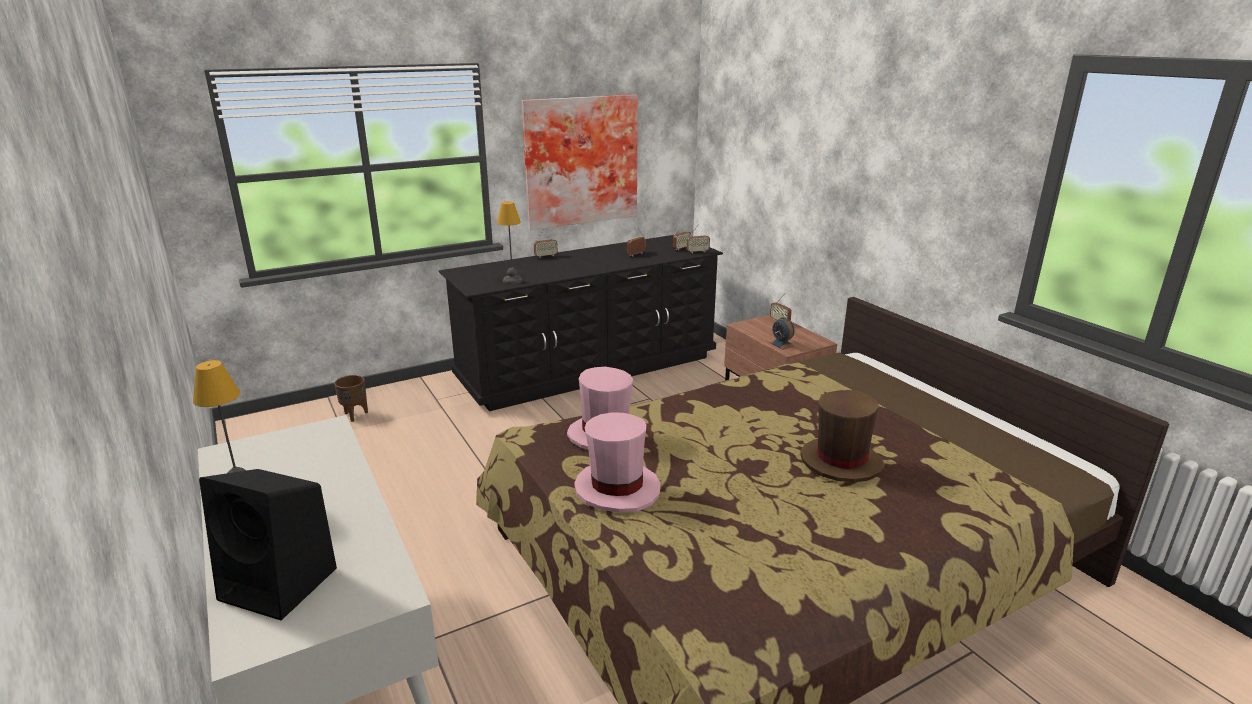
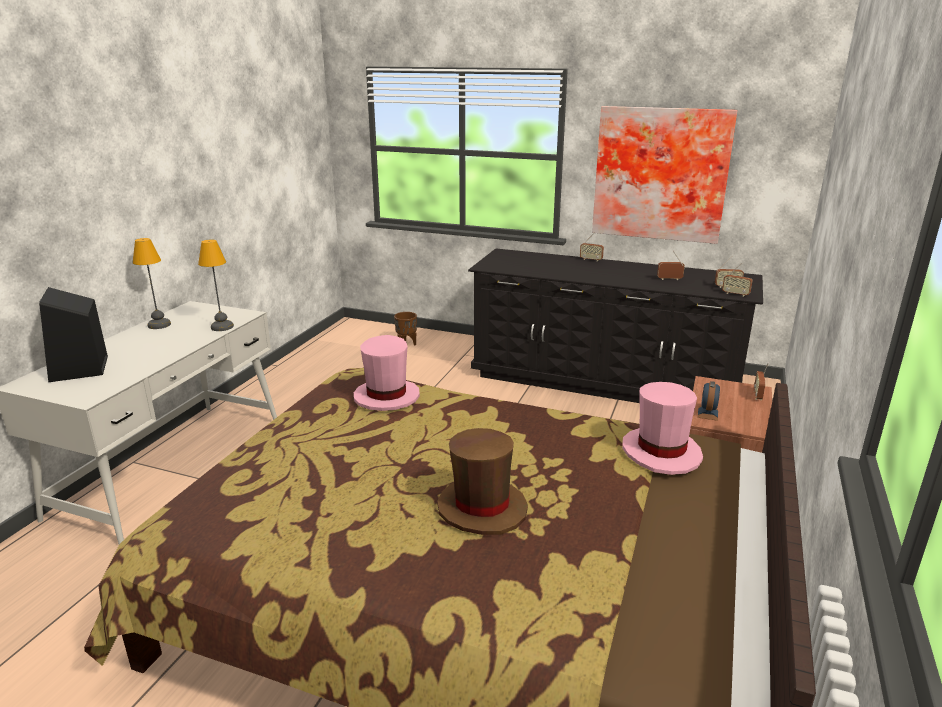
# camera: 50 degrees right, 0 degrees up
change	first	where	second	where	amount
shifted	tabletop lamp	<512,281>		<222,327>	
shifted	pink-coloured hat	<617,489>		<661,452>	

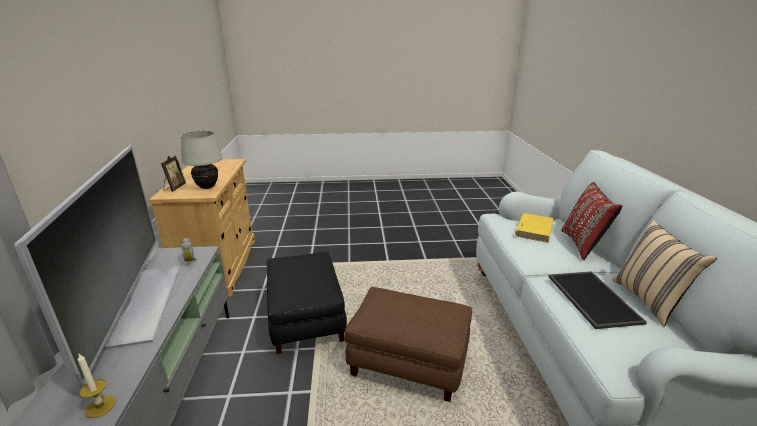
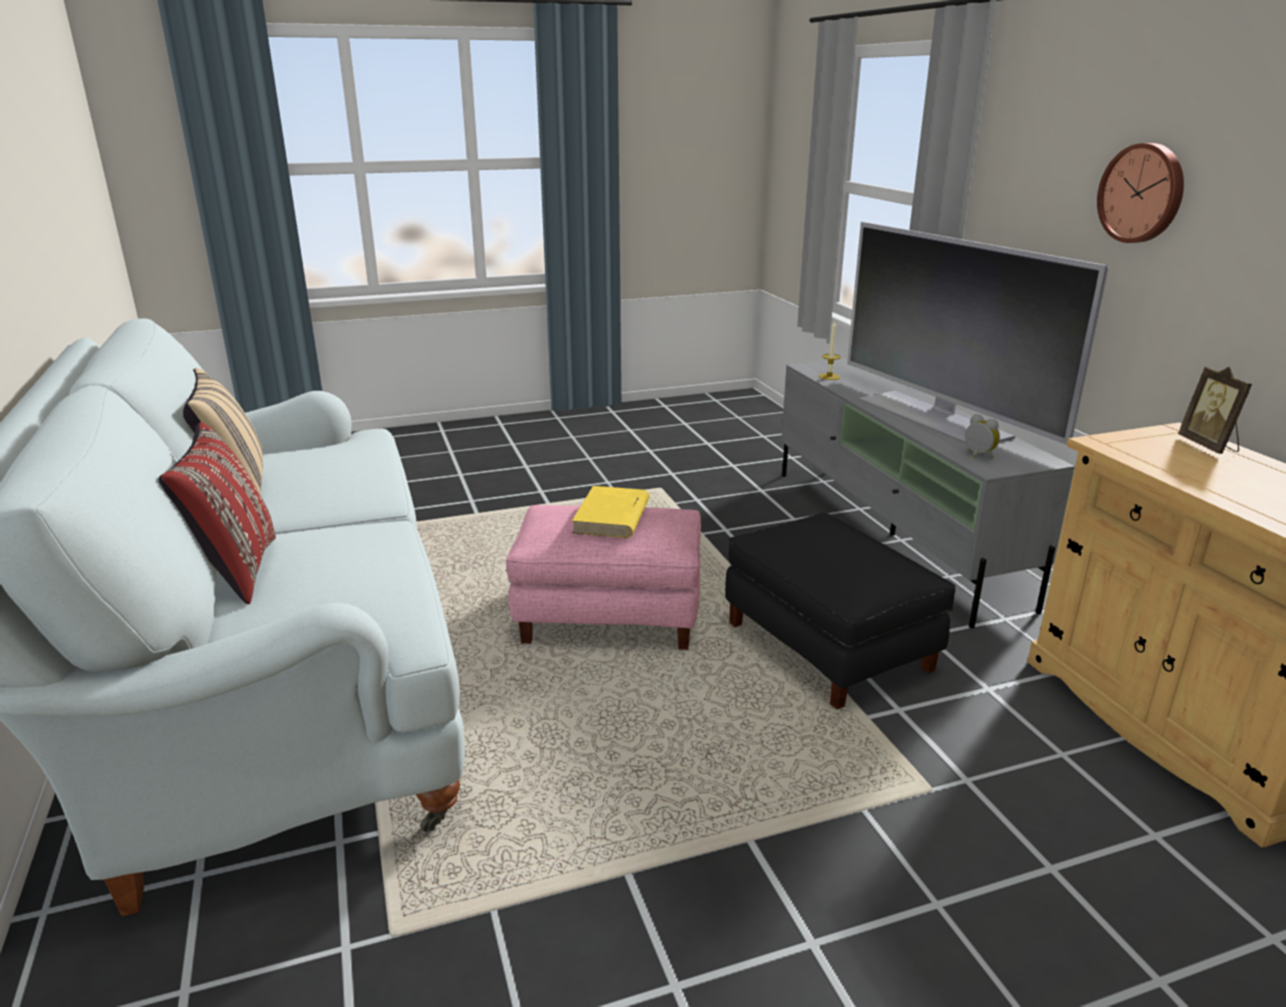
# camera: 165 degrees right, 0 degrees up
change	first	where	second	where	amount
gone	whitish tabletop lamp	<207,187>			
gone	carrying tray	<590,298>			
new			wall clock	<1143,193>	
shifted	yellow-coloured bound book	<534,229>		<612,517>	
repainted	brownish ottoman	<407,362>	pink-coloured ottoman	<611,614>	

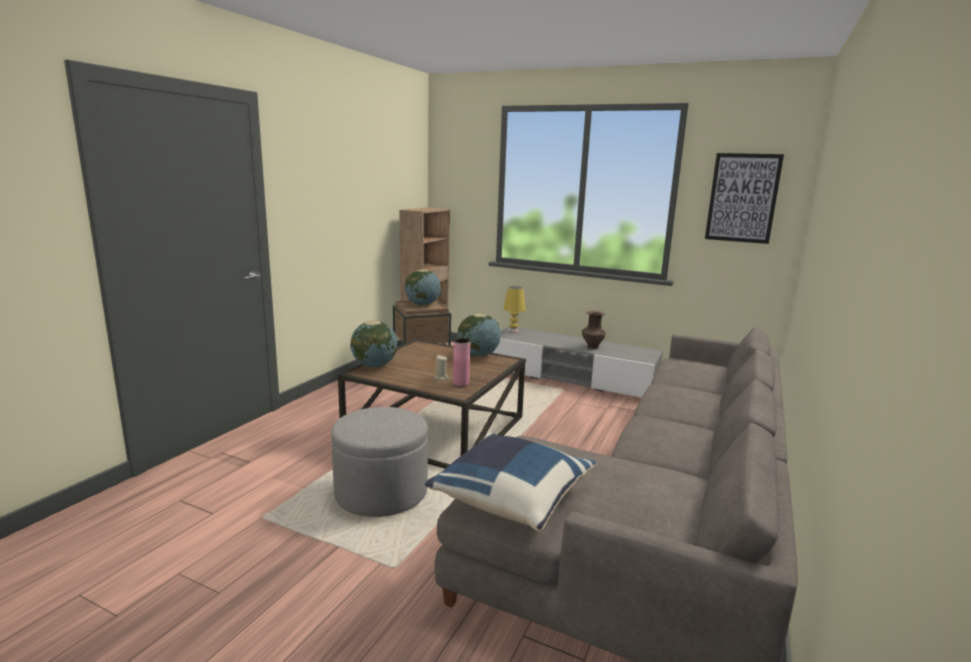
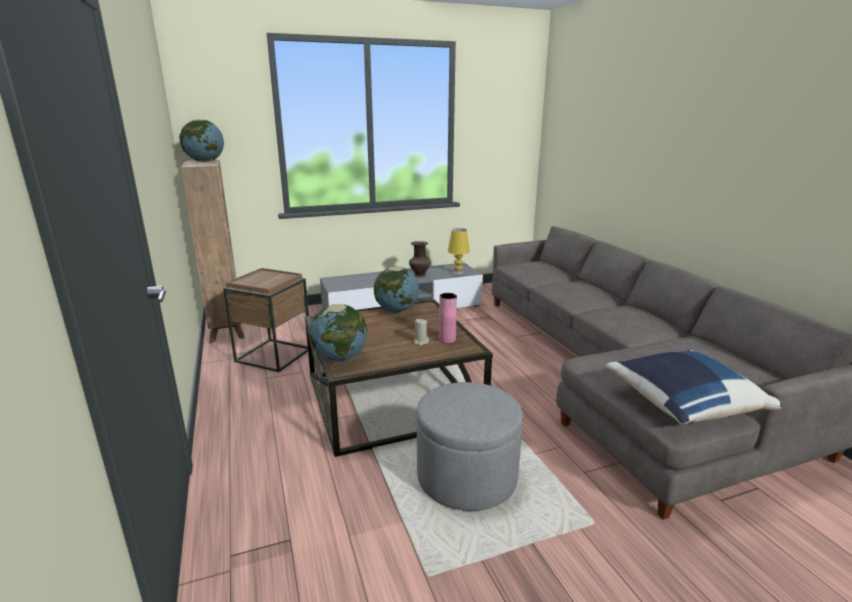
# camera: 45 degrees left, 5 degrees up
change	first	where	second	where	amount
gone	wall picture	<742,198>			
shifted	globe	<422,305>		<205,161>	
shifted	yellow-coloured tabletop lamp	<513,330>		<457,272>	

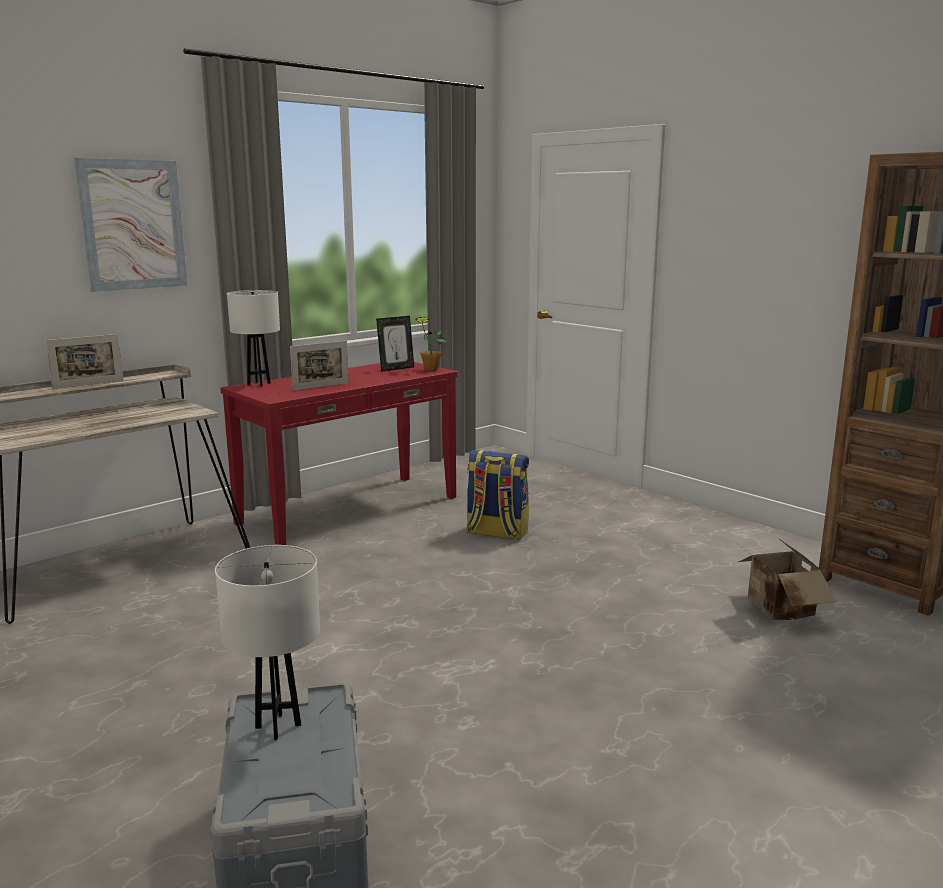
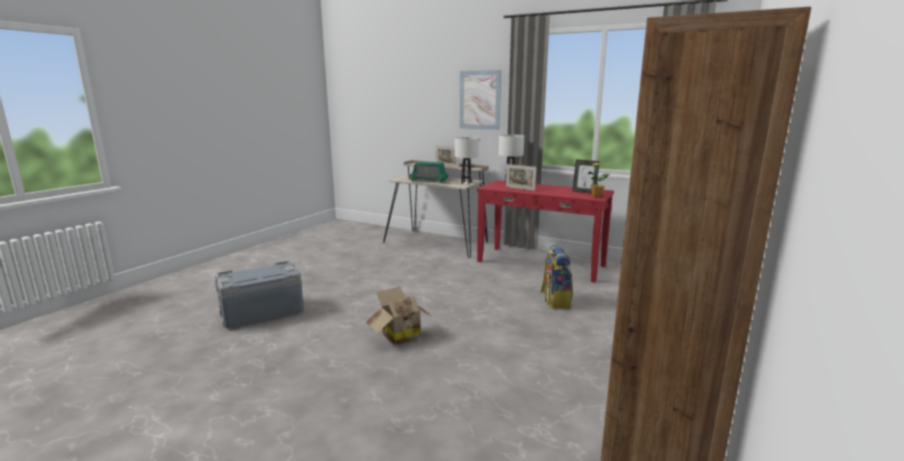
# camera: 70 degrees right, 0 degrees up
change	first	where	second	where	amount
new			radio	<428,180>	
shifted	whitish tabletop lamp	<278,726>		<466,183>	
shifted	packing box	<776,610>		<399,336>	

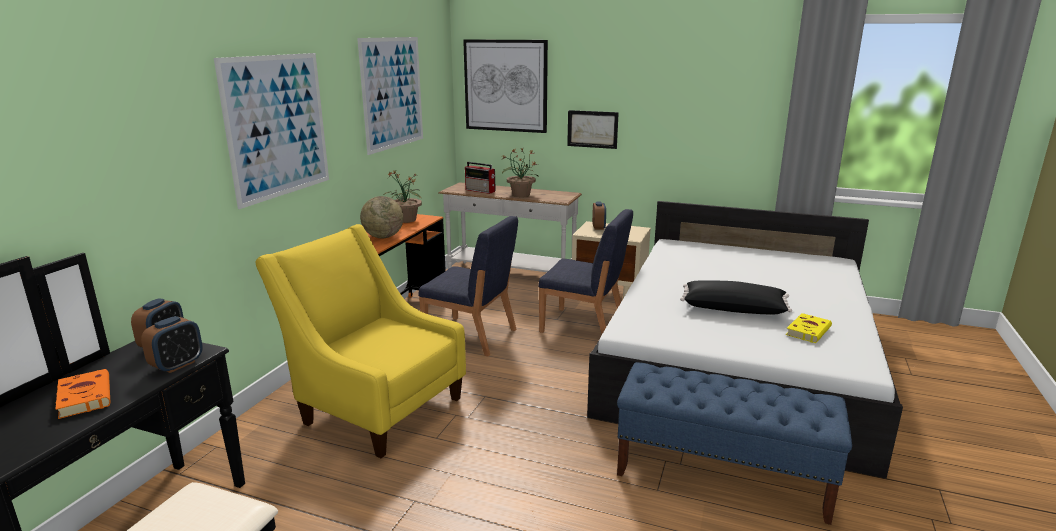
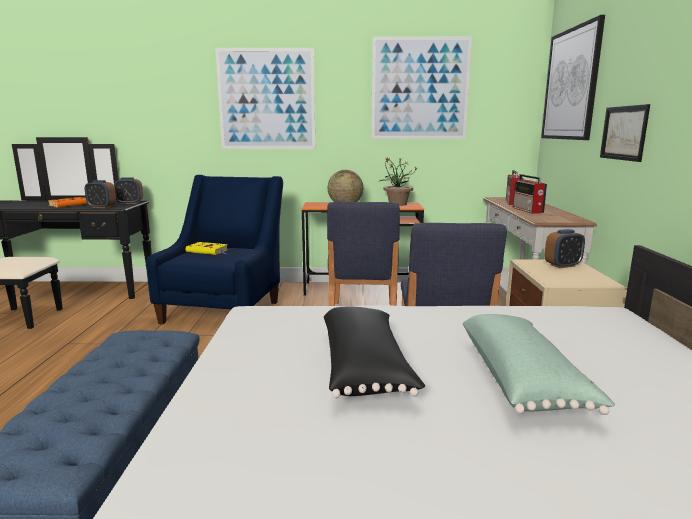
# camera: 70 degrees right, 5 degrees down
change	first	where	second	where	amount
new			green throw pillow	<522,380>	
shifted	yellow-coloured bound book	<808,331>		<208,251>	
swapped	potted plant	<520,195>	radio	<527,210>	
repainted	yellow-coloured armchair	<375,407>	blue-coloured armchair	<225,309>	

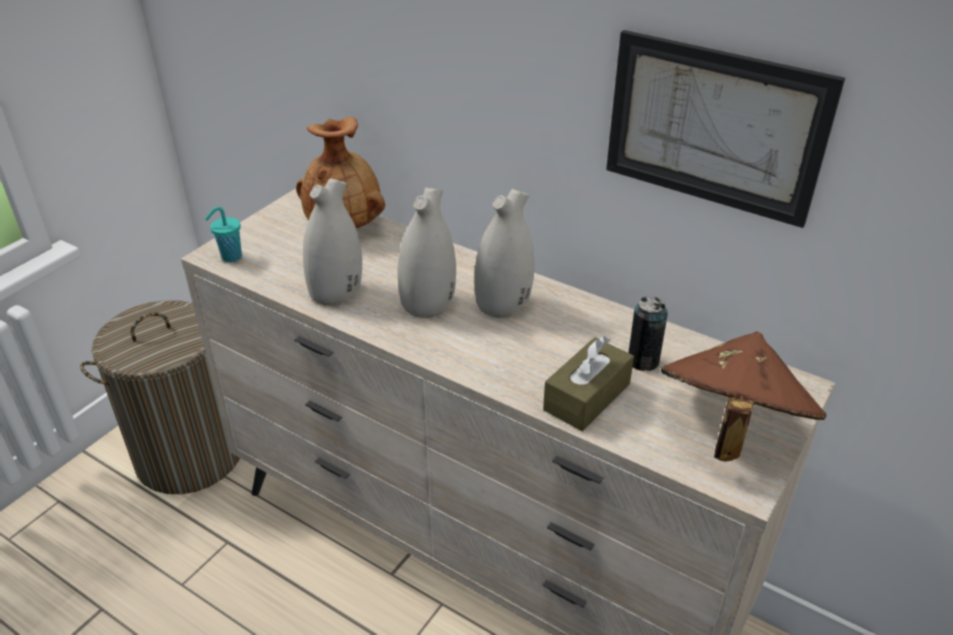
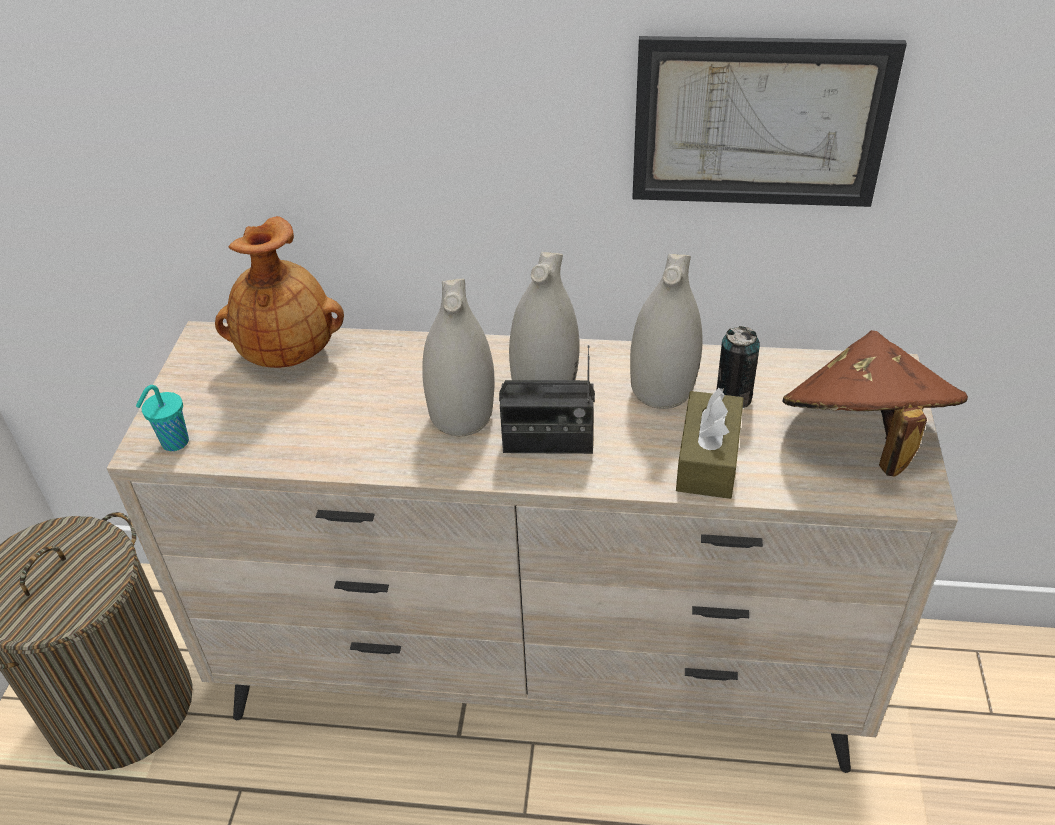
# camera: 25 degrees left, 5 degrees up
change	first	where	second	where	amount
new			radio	<548,442>	
shifted	whitish vase	<336,291>		<663,388>	

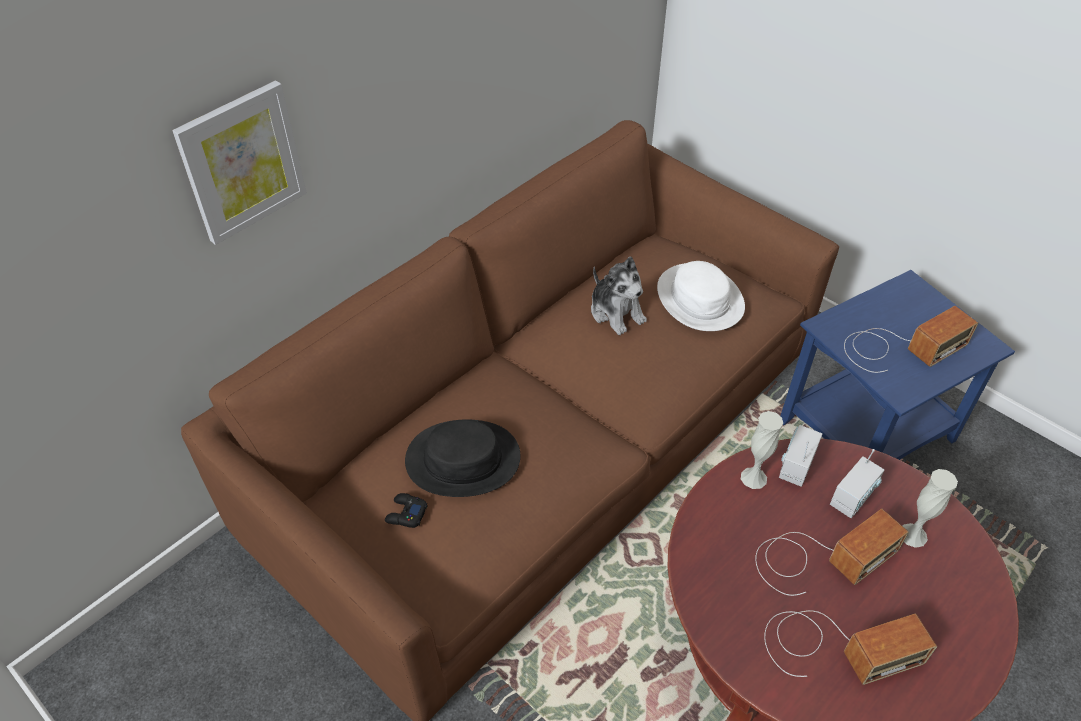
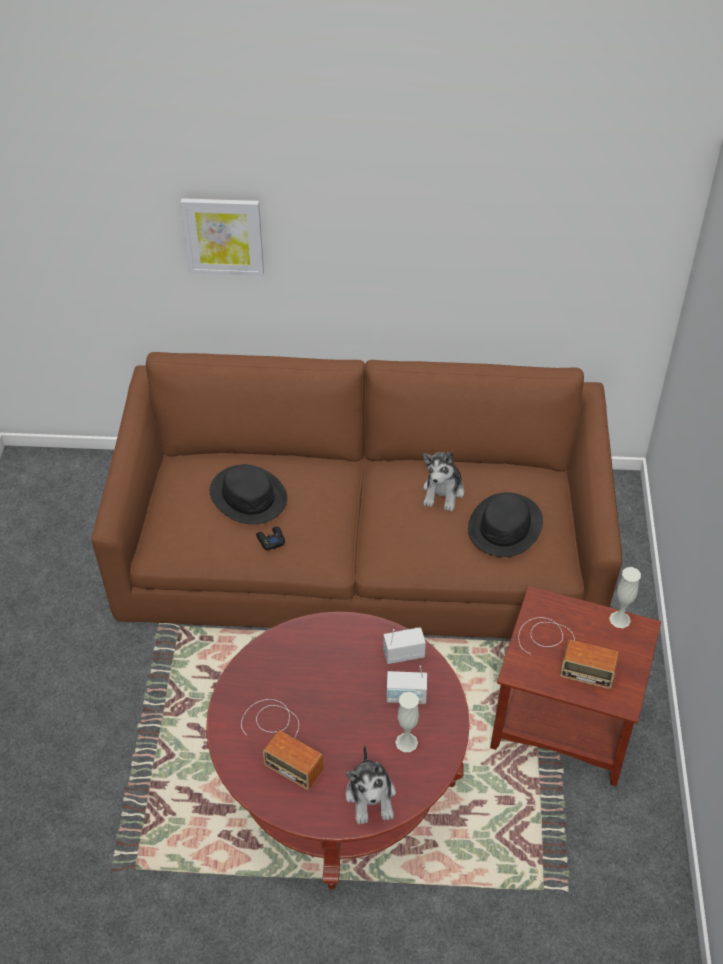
# camera: 50 degrees right, 0 degrees up
change	first	where	second	where	amount
gone	radio	<820,558>			
new			plush toy	<371,796>	
shifted	black game controller	<406,514>		<270,540>	
shifted	whitish vase	<753,478>		<619,619>	
repainted	whitish hat	<700,298>	black hat	<505,526>	
repainted	blue-coloured end table	<864,430>	brownish end table	<565,722>	

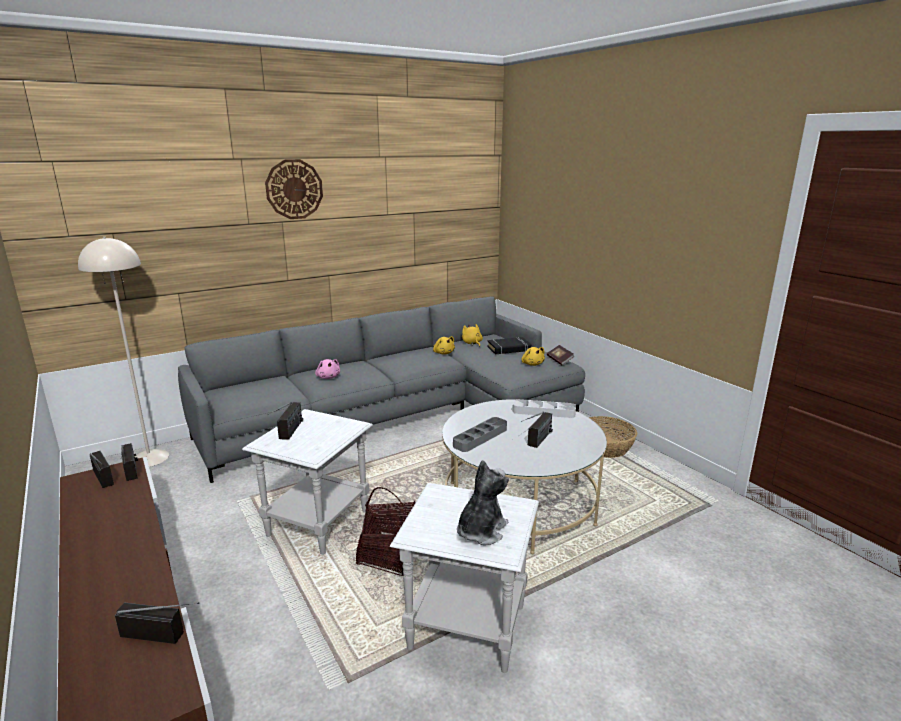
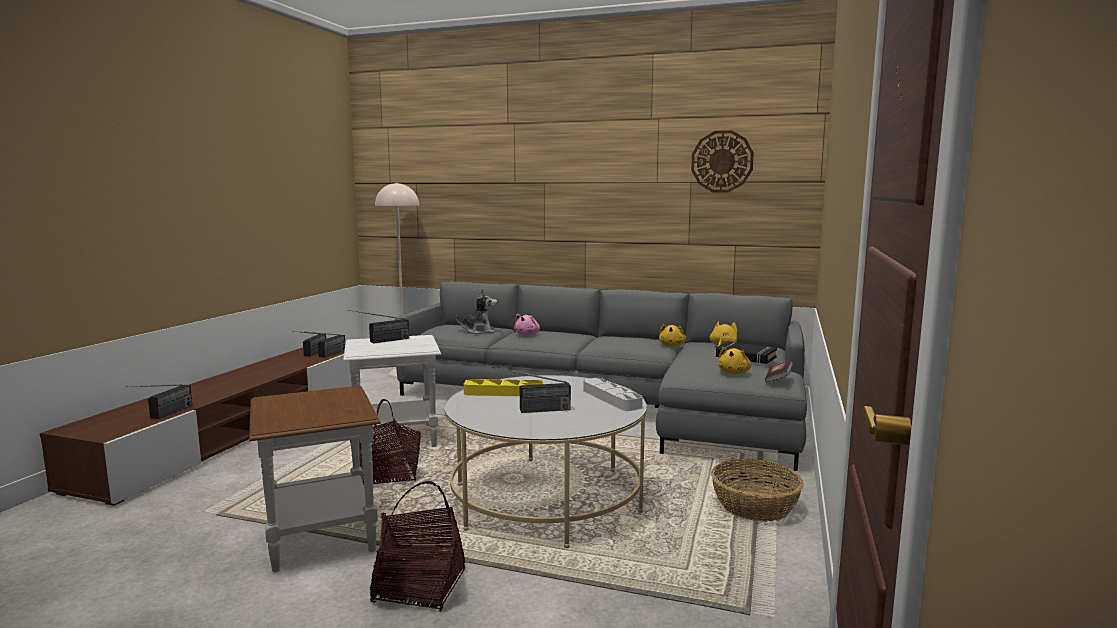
# camera: 50 degrees right, 10 degrees down
change	first	where	second	where	amount
new			household basket	<419,587>	
shifted	wall clock	<294,189>		<722,161>	
shifted	plush toy	<480,531>		<478,331>	
repainted	whitish end table	<465,627>	brownish end table	<320,535>	
repainted	gray carrying tray	<480,437>	yellow-coloured carrying tray	<503,392>	
rotated	radio	<168,635>		<163,415>	45 degrees clockwise

